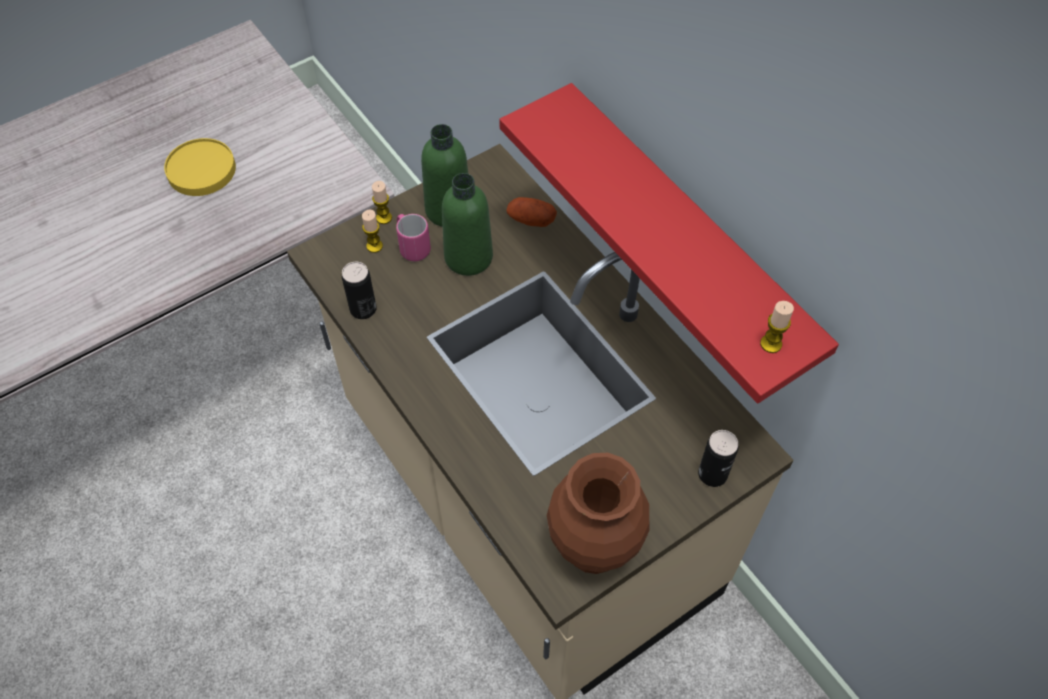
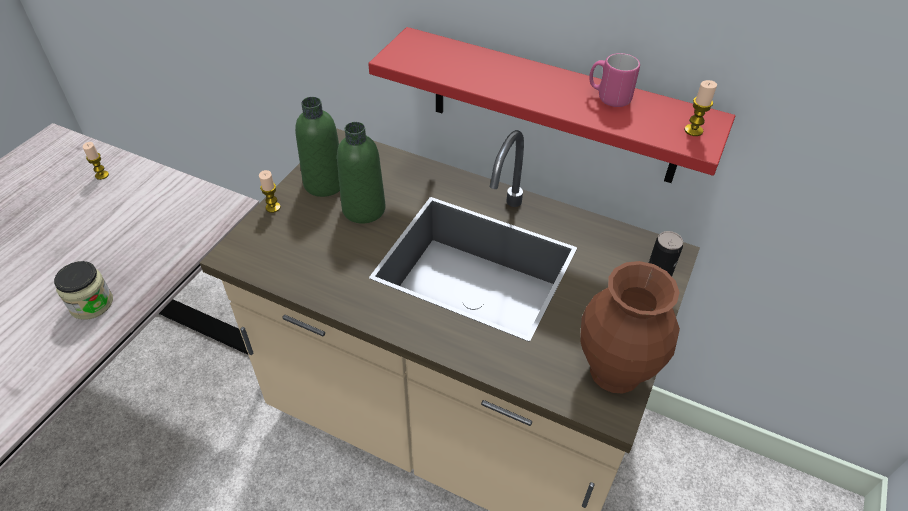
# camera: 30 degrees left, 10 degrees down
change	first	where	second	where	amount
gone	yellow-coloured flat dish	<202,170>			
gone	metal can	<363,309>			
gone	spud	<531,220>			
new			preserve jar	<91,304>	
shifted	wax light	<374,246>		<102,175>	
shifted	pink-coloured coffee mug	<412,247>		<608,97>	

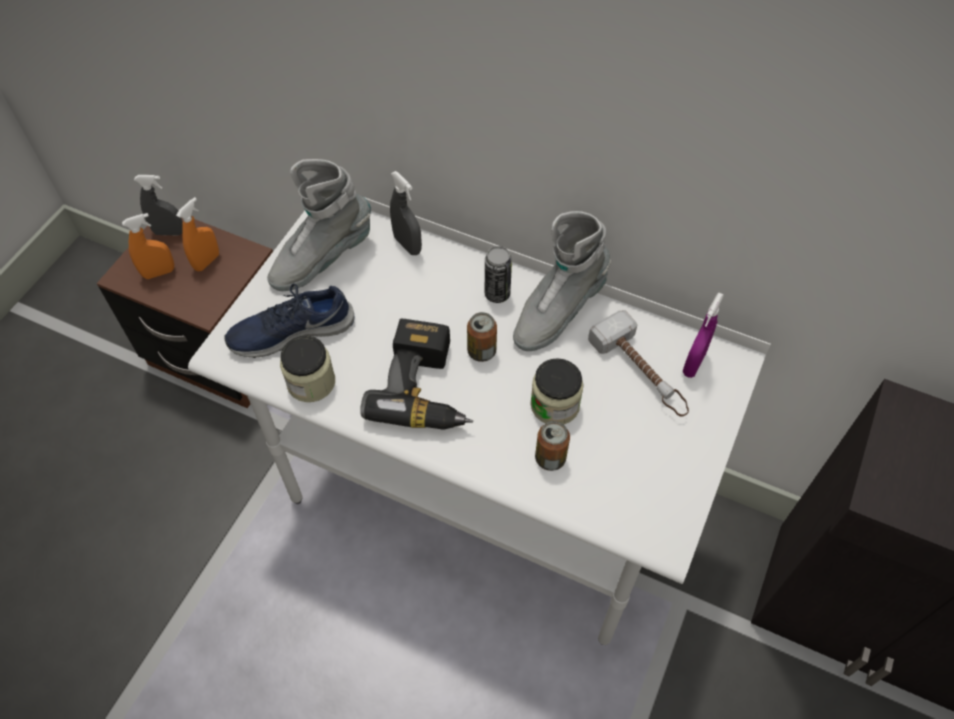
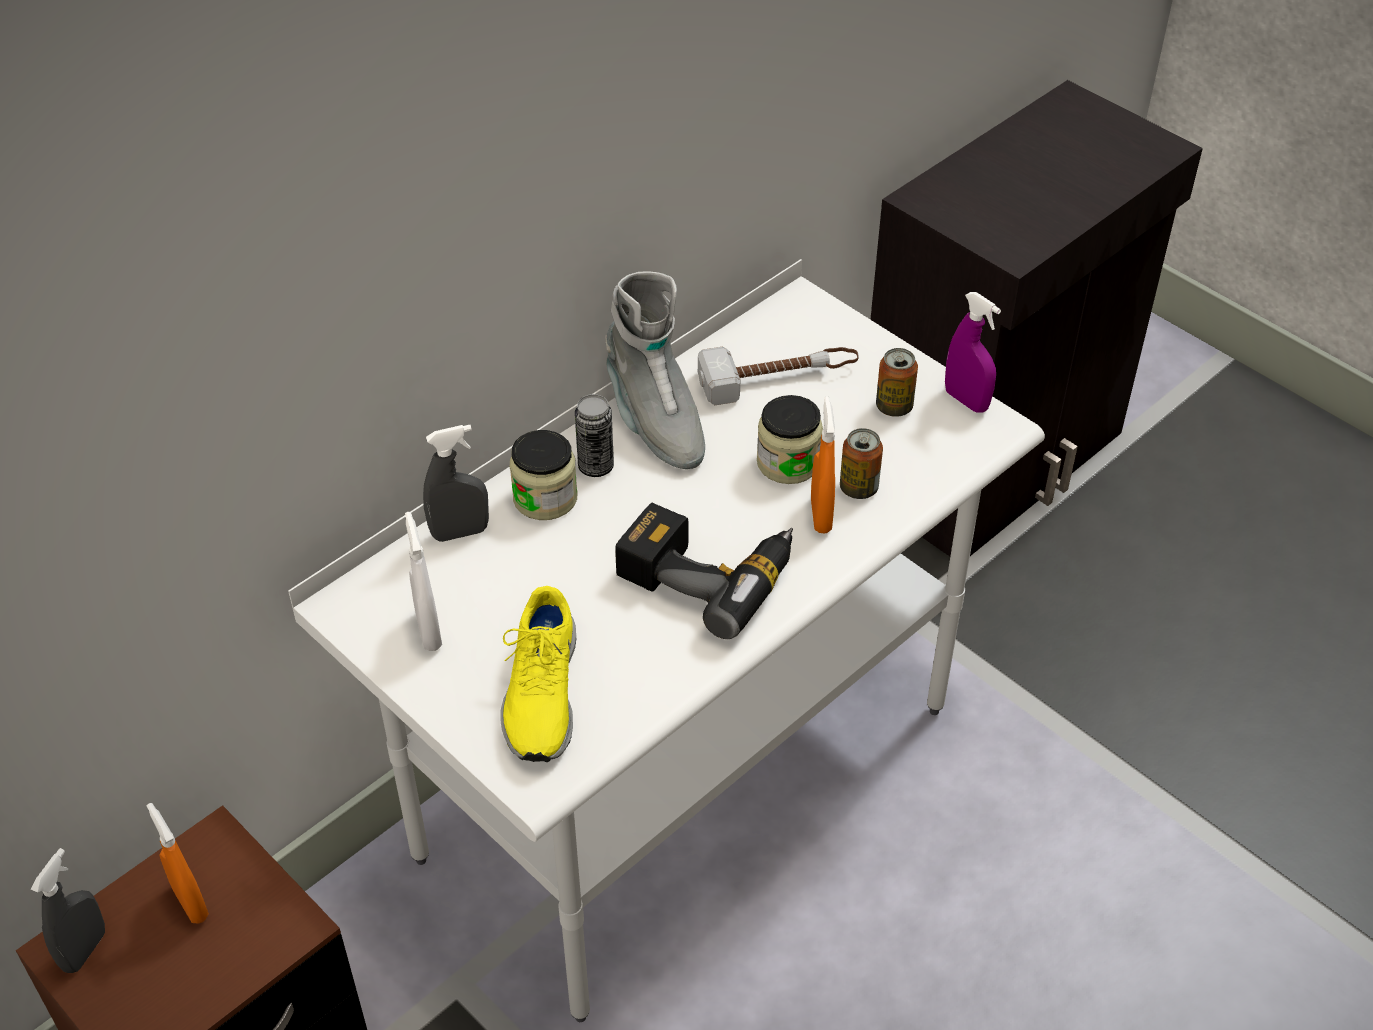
# camera: 70 degrees left, 10 degrees down
change	first	where	second	where	amount
shifted	orange-coloured hand sprayer	<159,272>		<821,515>	
shifted	preserve jar	<311,382>		<545,498>	
shifted	metal can	<481,351>		<894,406>	
shifted	purple-coloured hand sprayer	<693,363>		<966,400>	
swapped	gray tall boot	<322,259>	whitish hand sprayer	<429,631>	
repainted	blue-coloured shoe	<291,331>	yellow-coloured shoe	<540,693>	

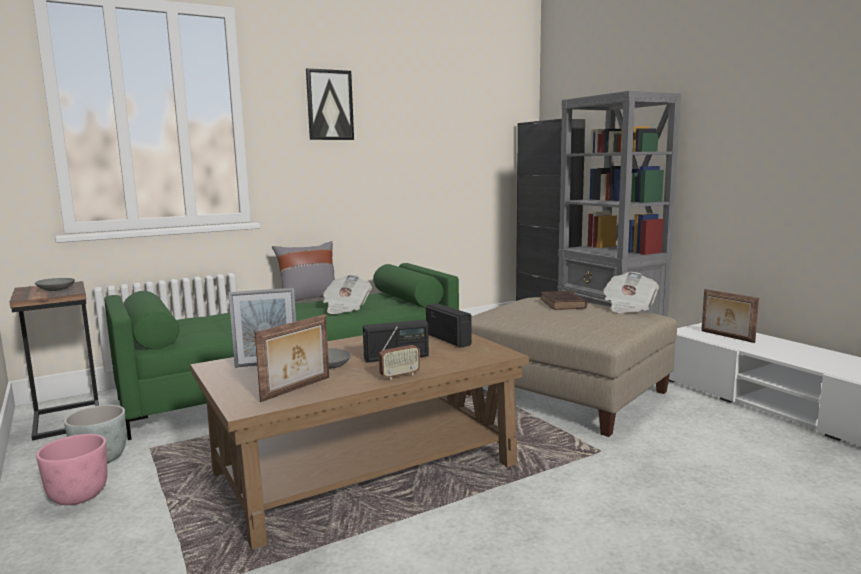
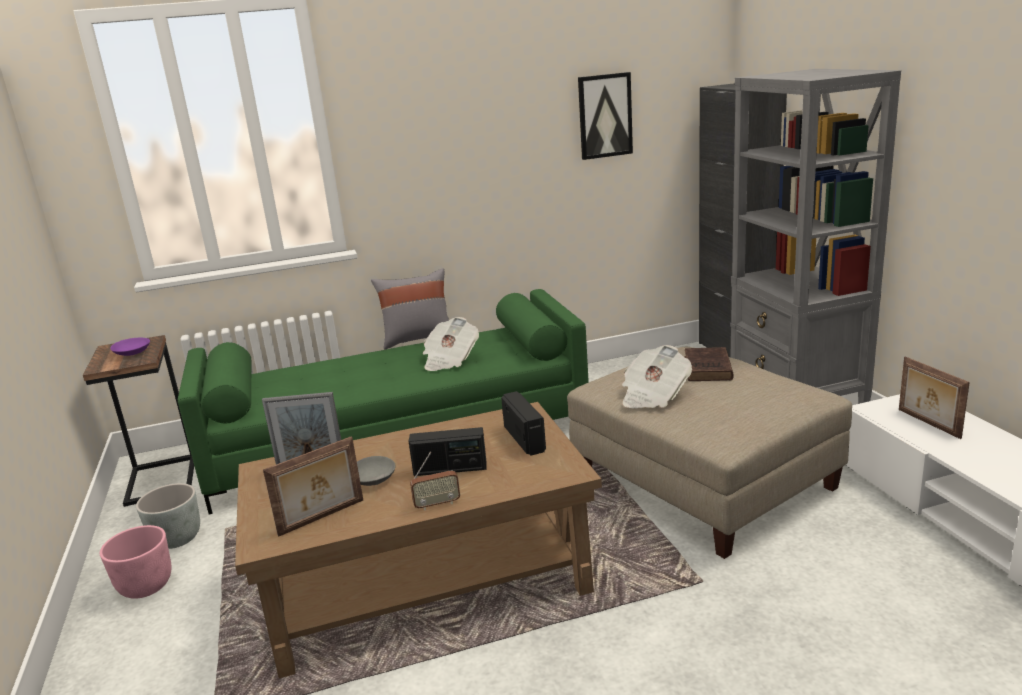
# camera: 15 degrees right, 10 degrees up
change	first	where	second	where	amount
shifted	wall picture	<329,105>		<605,116>	
shifted	daily paper	<628,307>		<653,396>	
repainted	gray serving bowl	<56,289>	purple-coloured serving bowl	<133,353>	

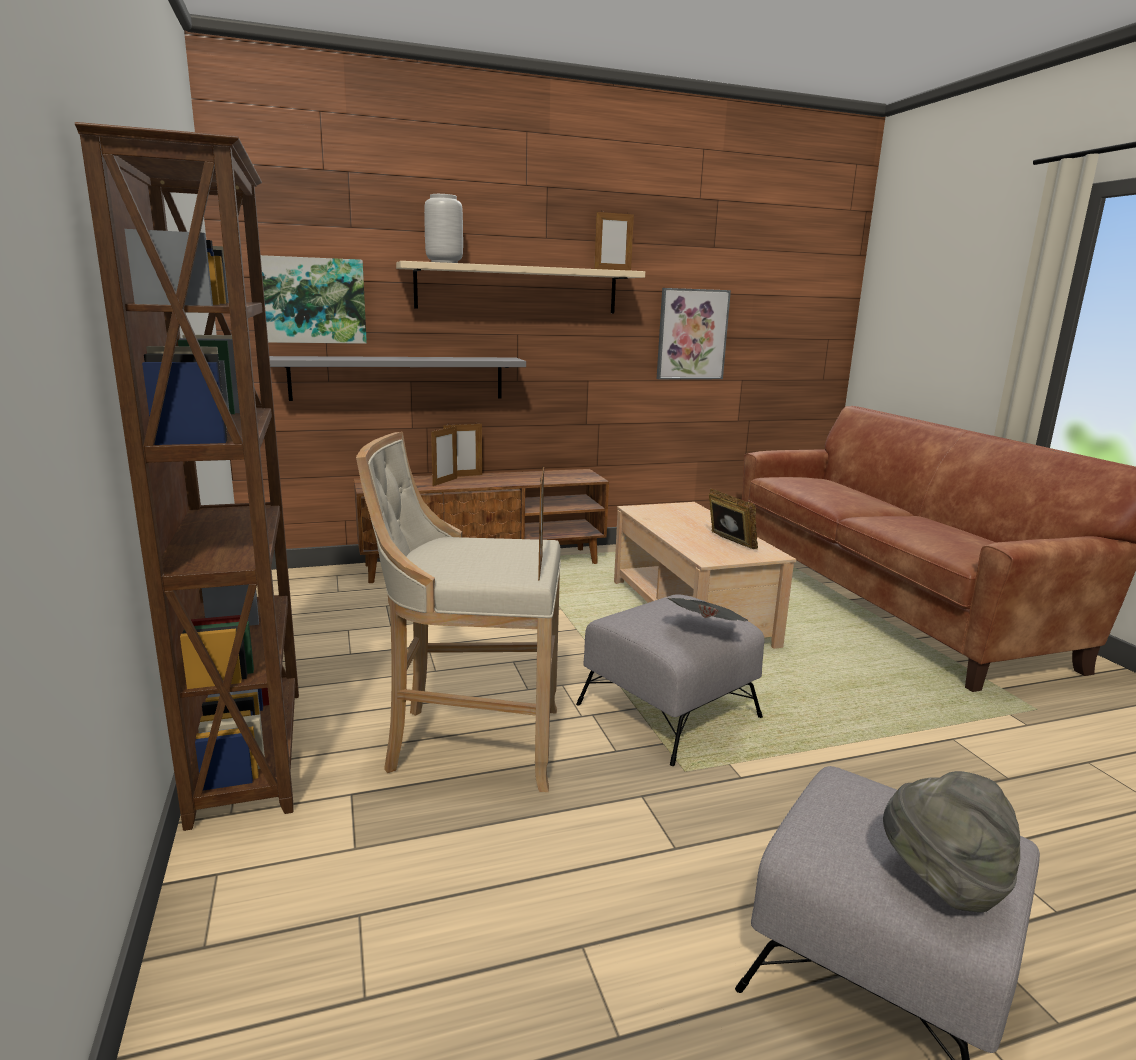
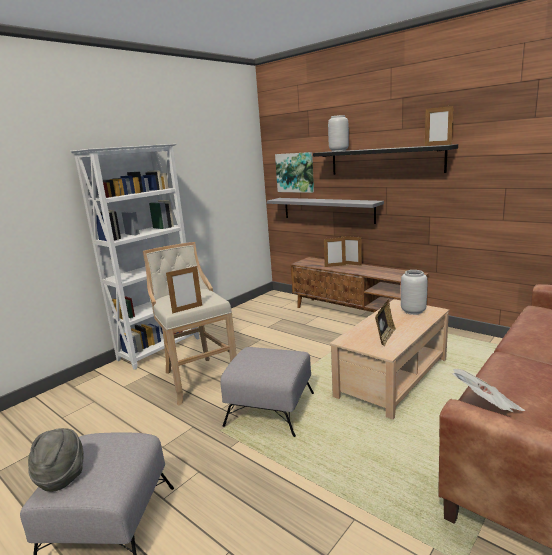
# camera: 60 degrees right, 0 degrees up
change	first	where	second	where	amount
gone	wall picture	<692,334>			
new			gray vase	<413,311>	
shifted	daily paper	<706,631>		<486,406>	
repainted	brownish bookshelf	<252,751>	whitish bookshelf	<160,349>	
repainted	beige-coloured bracket shelf	<518,289>	black bracket shelf	<385,161>	

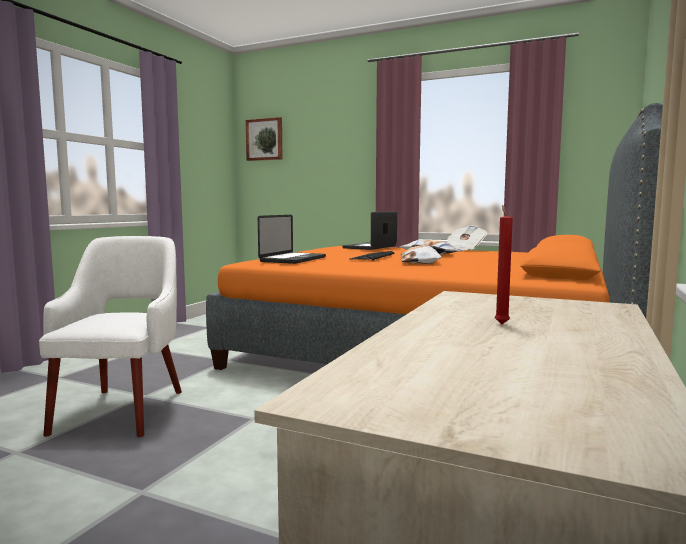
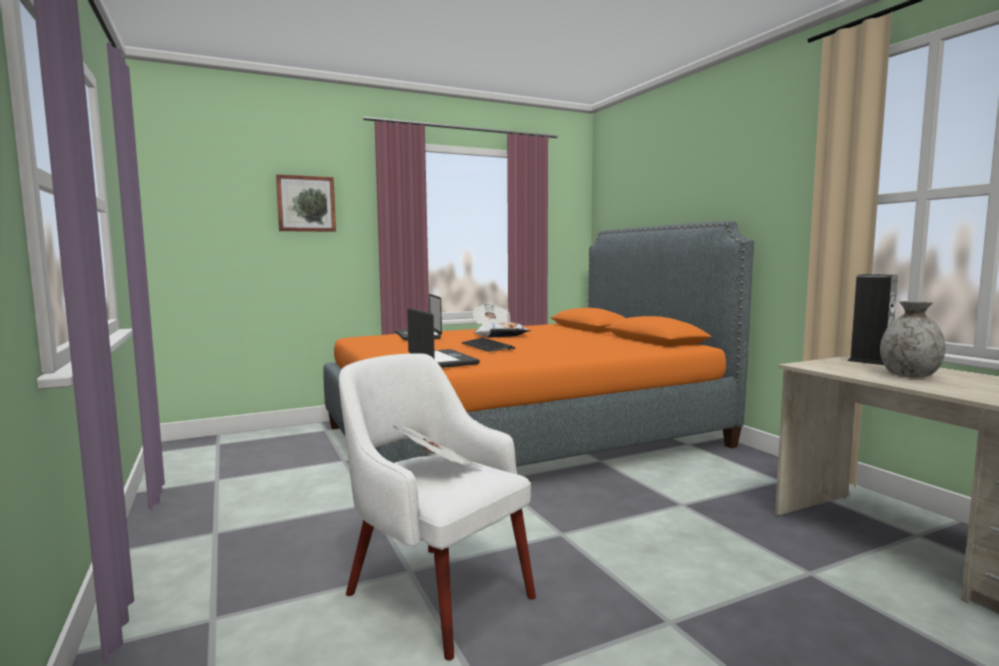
# camera: 50 degrees left, 0 degrees up
change	first	where	second	where	amount
gone	throw pillow	<420,262>			
new			daily paper	<436,469>	
new			speaker	<870,361>	
shifted	wall picture	<265,139>		<306,204>	
swapped	reddish wax light	<501,323>	gray vase	<909,375>	

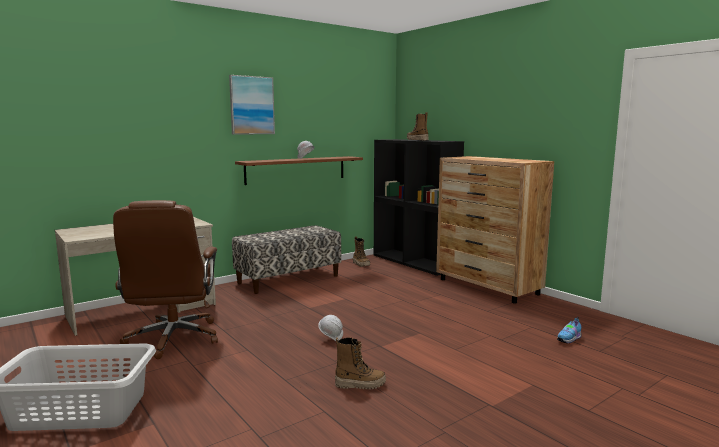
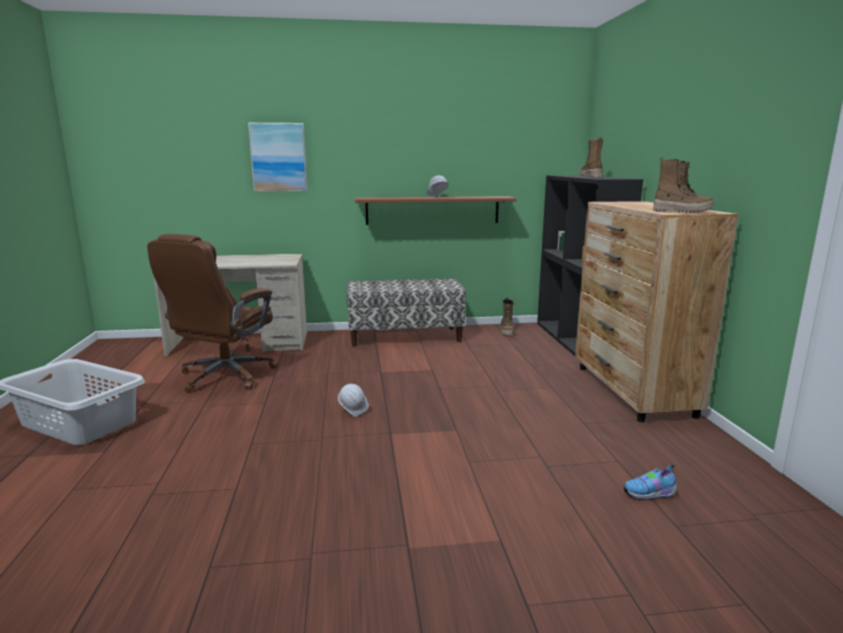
# camera: 30 degrees right, 5 degrees up
change	first	where	second	where	amount
shifted	wall picture	<251,105>		<278,157>	
shifted	tall boot	<360,384>		<682,212>	

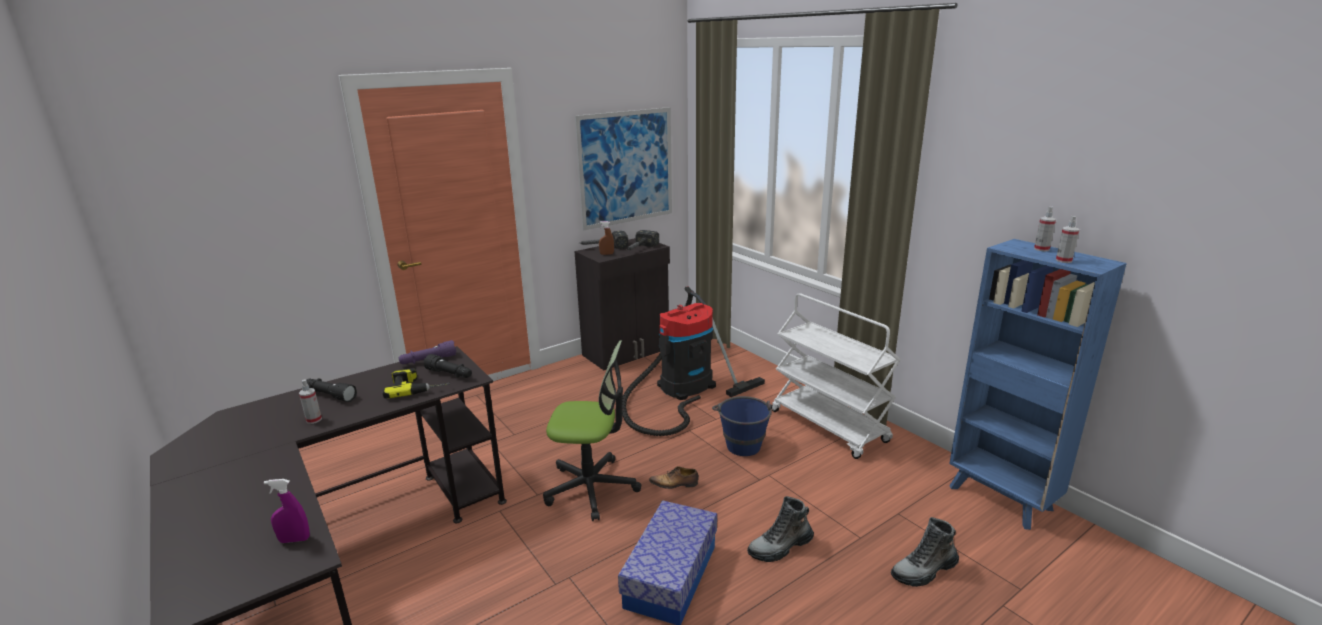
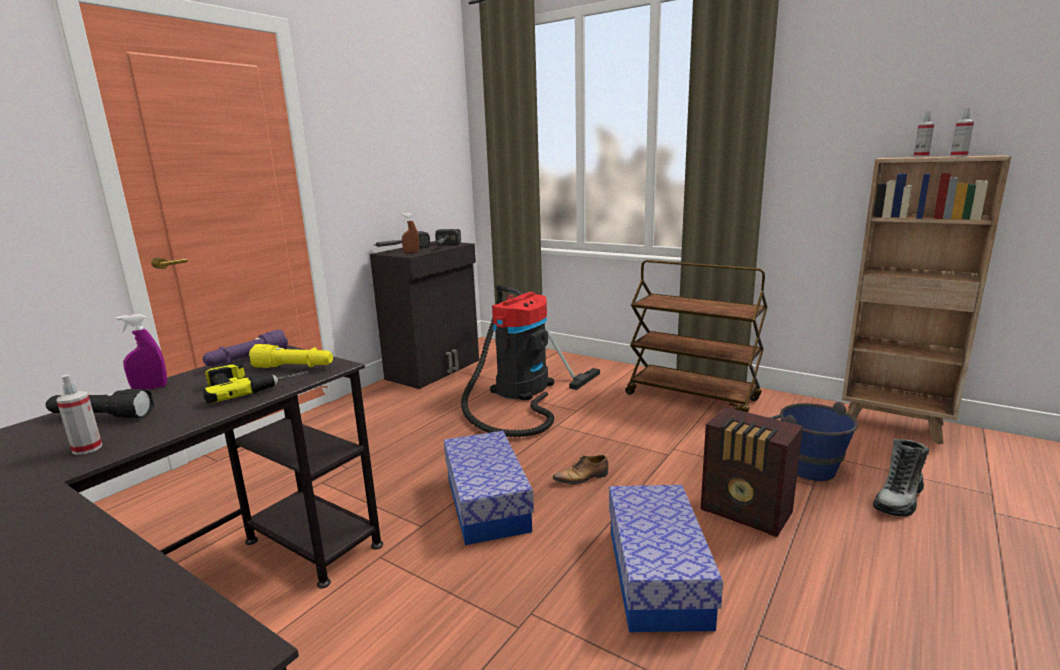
# camera: 20 degrees left, 5 degrees down
change	first	where	second	where	amount
gone	wall picture	<626,167>			
shifted	purple-coloured hand sprayer	<294,540>		<150,388>	
shifted	blue-coloured water bucket	<741,442>		<802,464>	
swapped	desk chair	<591,488>	storage bin	<487,503>	
swapped	tall boot	<780,547>	radio	<747,513>	
repainted	black flashlight	<450,374>	yellow-coloured flashlight	<294,367>	
repainted	whitish wheeled cart	<829,426>	brownish wheeled cart	<692,397>	
repainted	blue-coloured bookshelf	<1001,499>	brownish bookshelf	<895,425>	

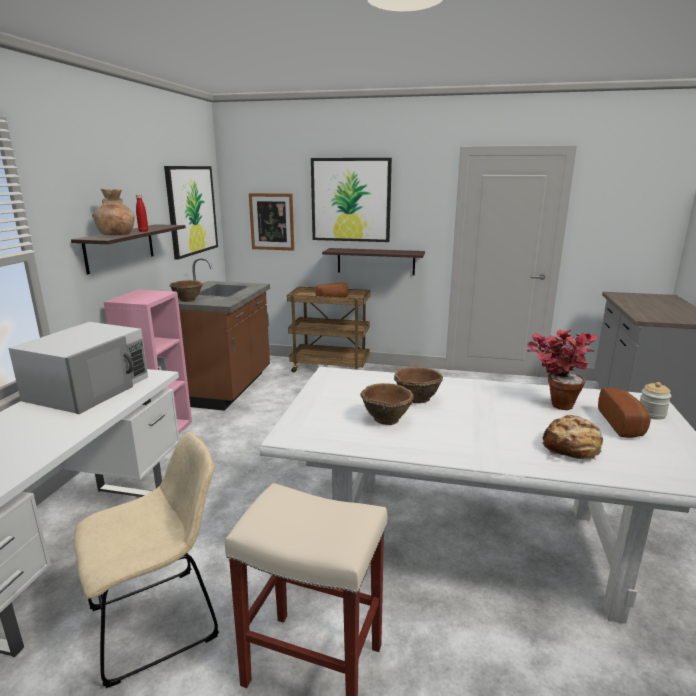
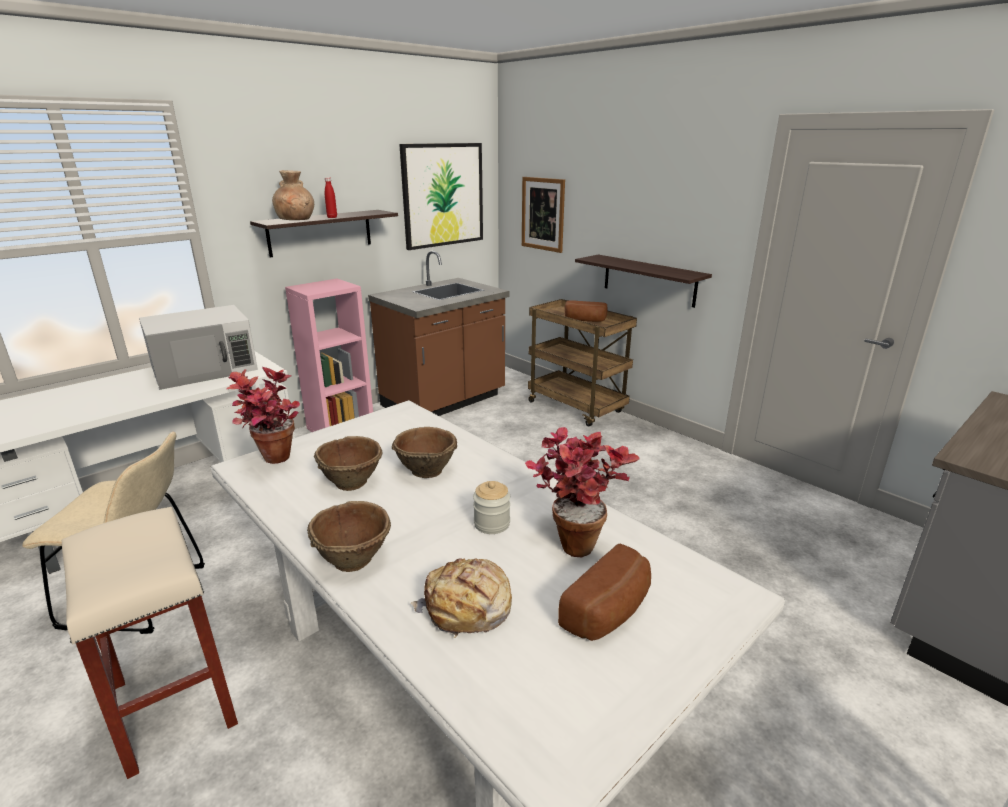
# camera: 35 degrees right, 5 degrees up
change	first	where	second	where	amount
gone	wall picture	<351,200>			
new			potted plant	<273,463>	
shifted	brownish serving bowl	<187,300>		<354,558>	
shifted	preserve jar	<651,414>		<492,524>	

